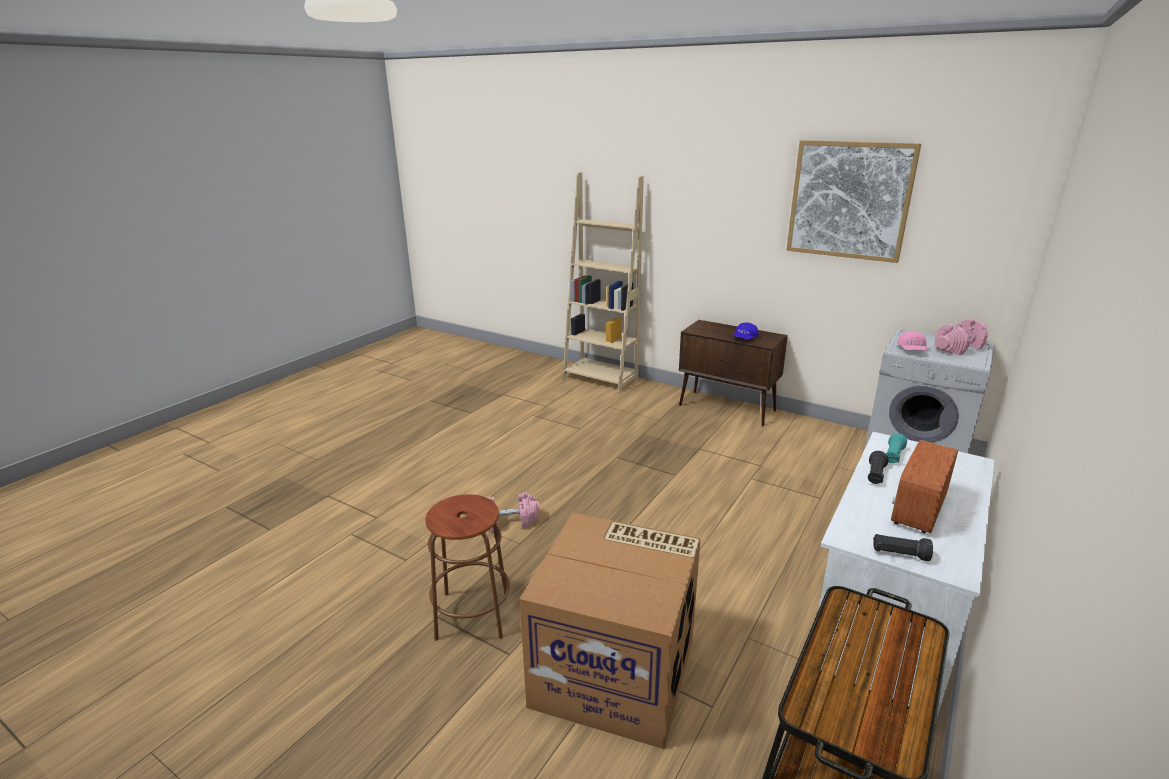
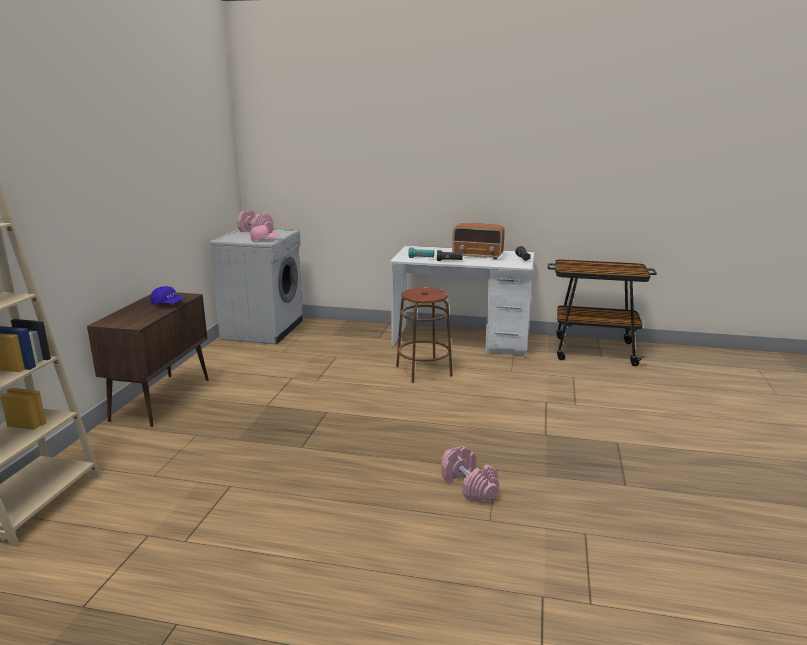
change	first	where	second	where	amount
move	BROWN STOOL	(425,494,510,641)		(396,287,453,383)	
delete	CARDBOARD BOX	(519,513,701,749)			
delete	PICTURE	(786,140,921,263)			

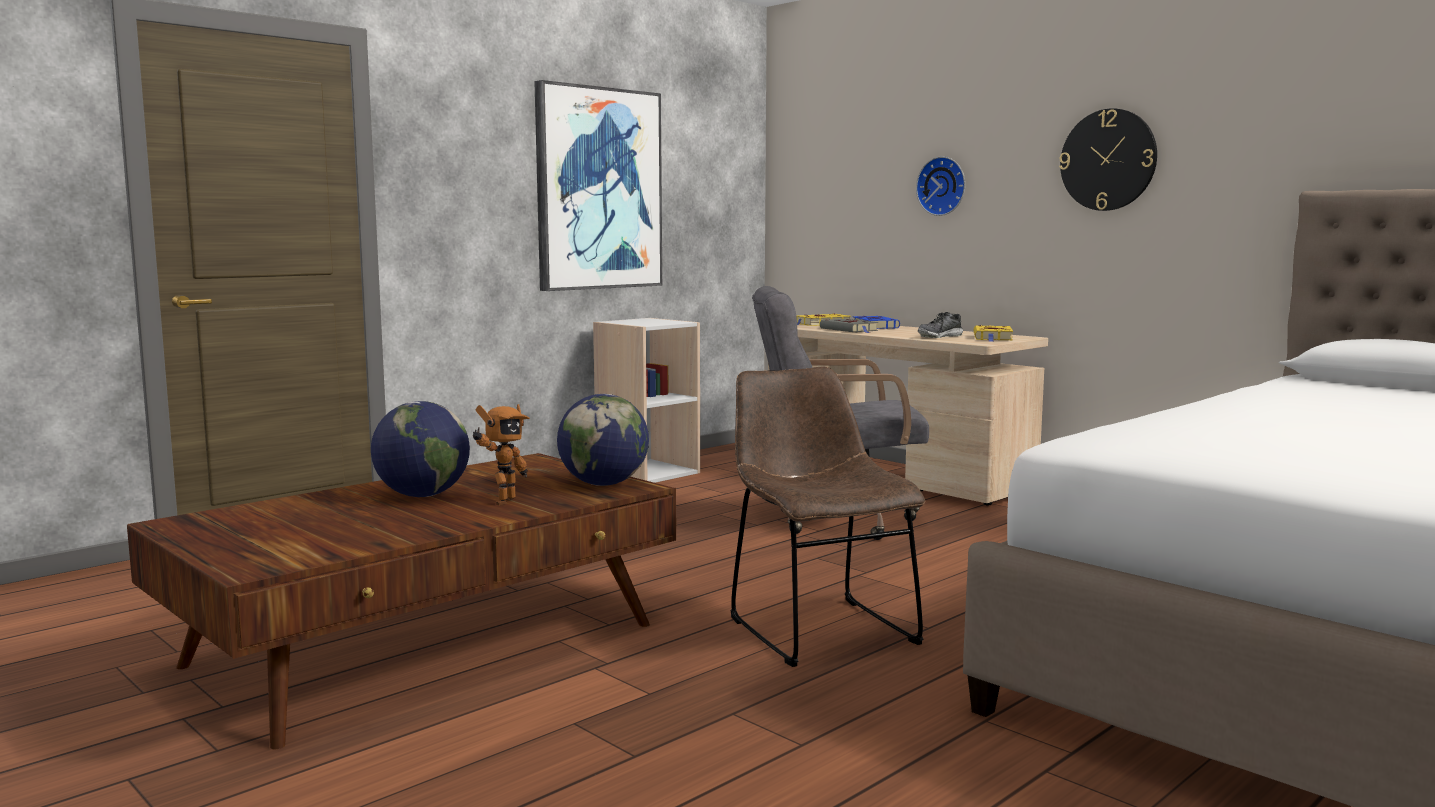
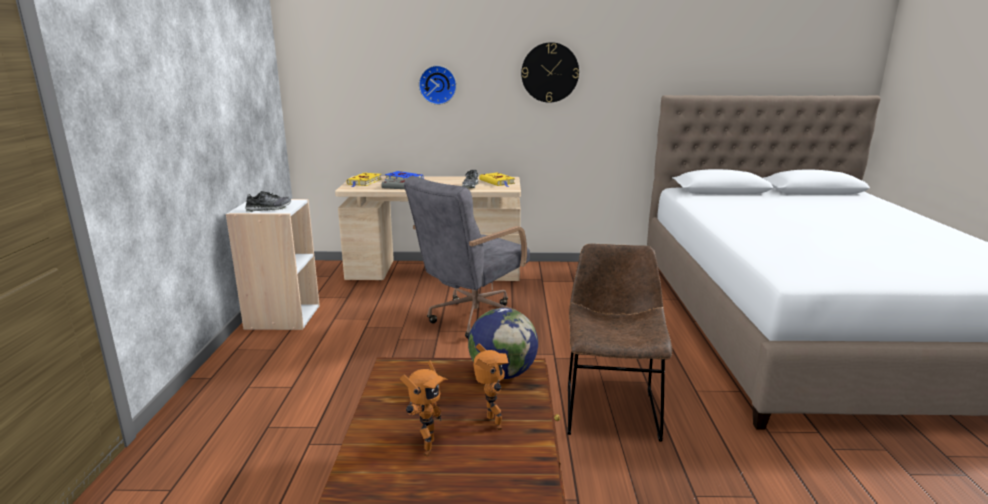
change	first	where	second	where	amount
insert			SHOE	(245,191,291,212)	
replace	GLOBE	(371,401,470,497)	TOY ROBOT	(400,361,448,457)	
rotate	BROWN CHAIR	(730,367,925,667)		(568,244,672,442)	75 degrees clockwise
delete	PICTURE	(534,80,662,291)			

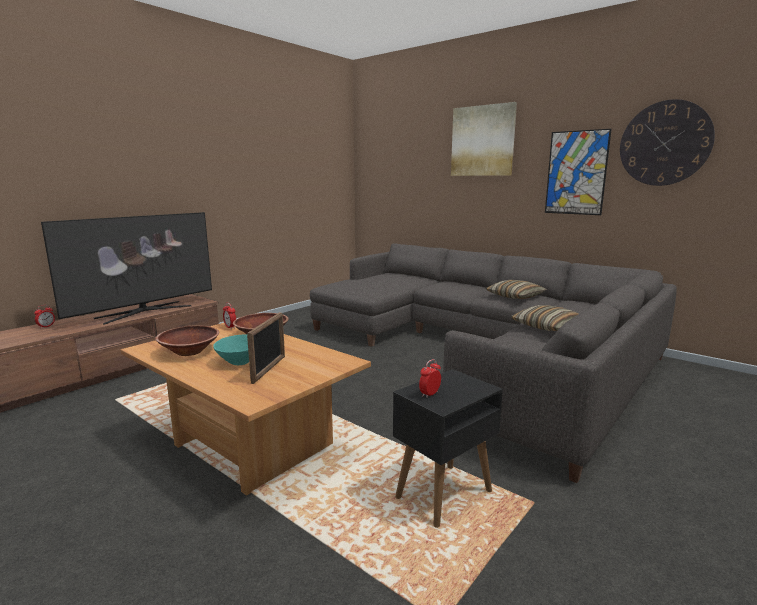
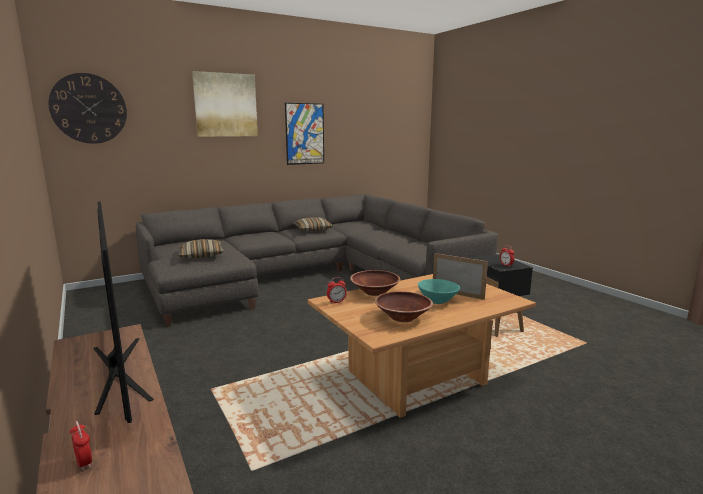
change	first	where	second	where	amount
move	WALL CLOCK	(620,99,715,186)		(48,73,127,144)	
move	PILLOW	(511,305,579,331)		(178,239,224,258)	

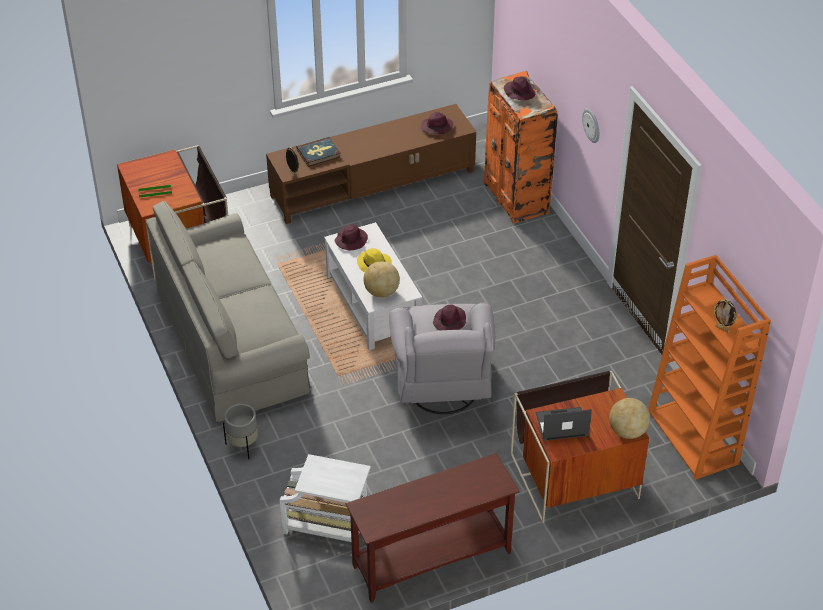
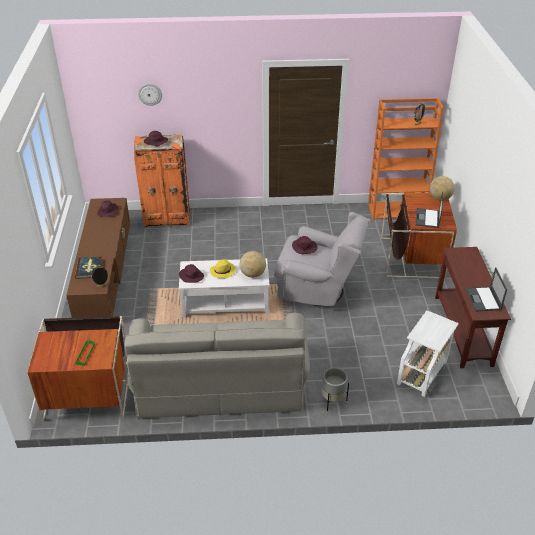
change	first	where	second	where	amount
move	WALL CLOCK	(582,108,599,143)		(138,83,162,106)	
insert			LAPTOP	(465,267,507,312)	

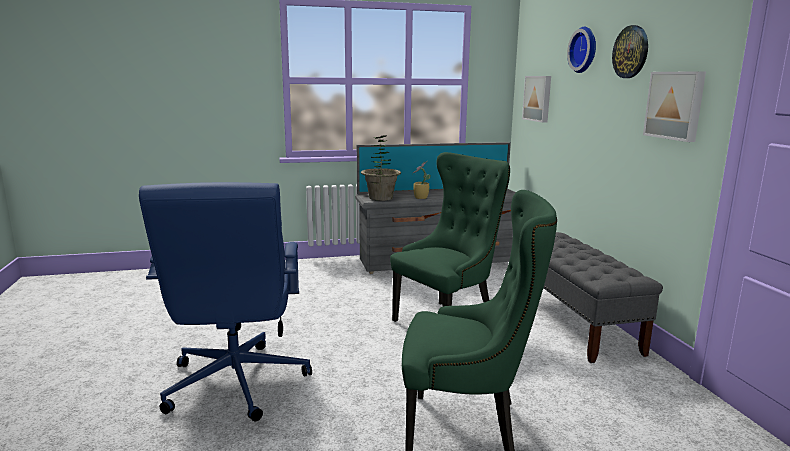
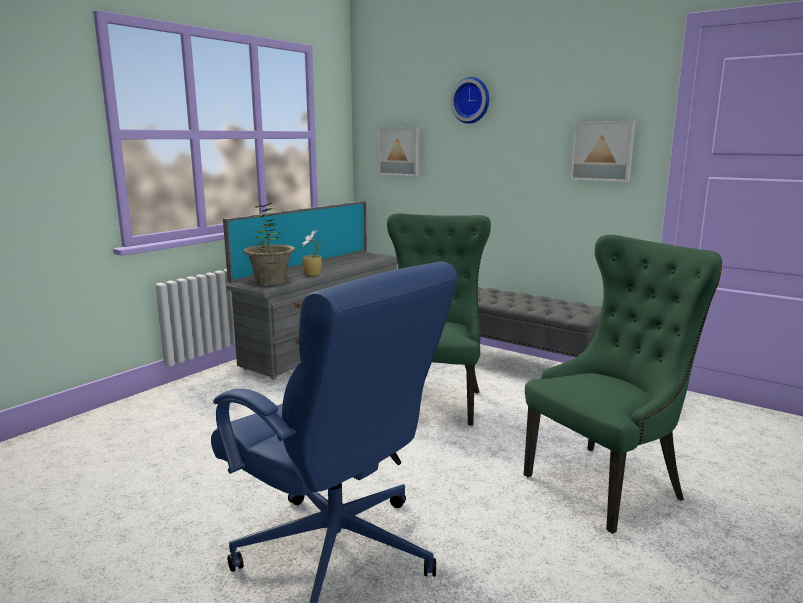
change	first	where	second	where	amount
delete	WALL CLOCK	(612,25,648,78)			

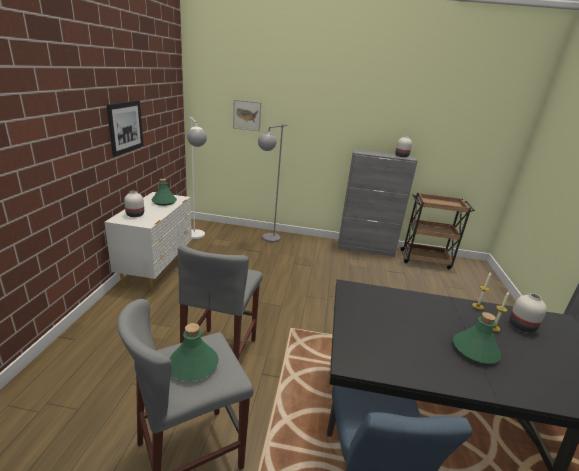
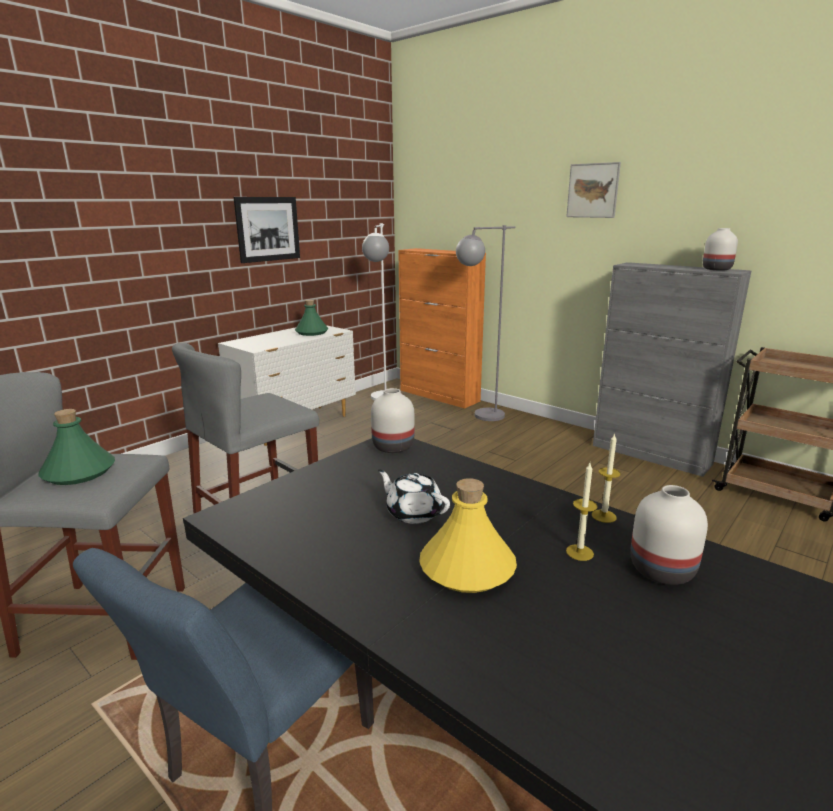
change	first	where	second	where	amount
move	WHITE VASE	(124,191,144,217)		(371,388,414,453)	
insert			WHITE TEAPOT	(378,469,450,524)	
insert			ORANGE CABINET	(398,248,486,408)	
recolor	GREEN BOTTLE	(453,312,501,364)	YELLOW BOTTLE	(419,478,517,593)	
move	PICTURE	(233,100,261,131)		(566,162,621,218)	

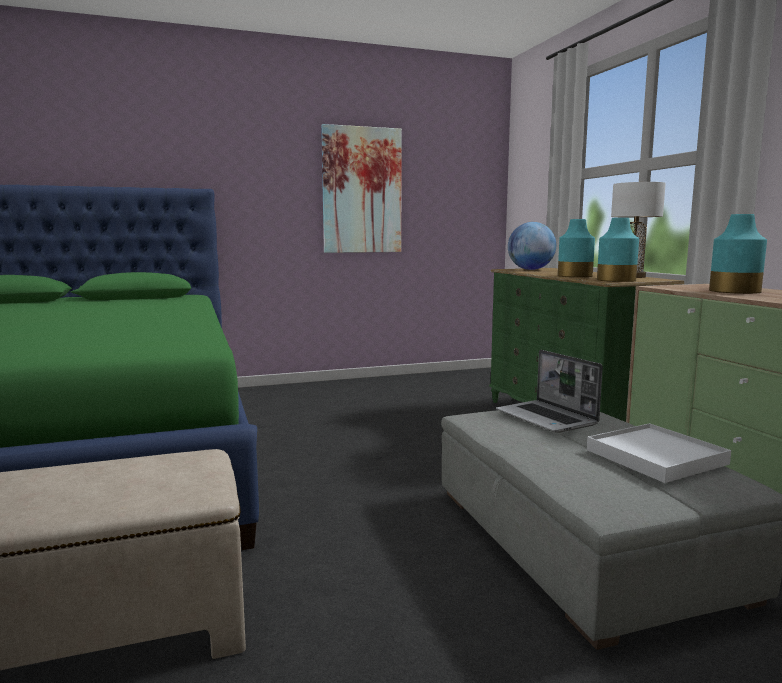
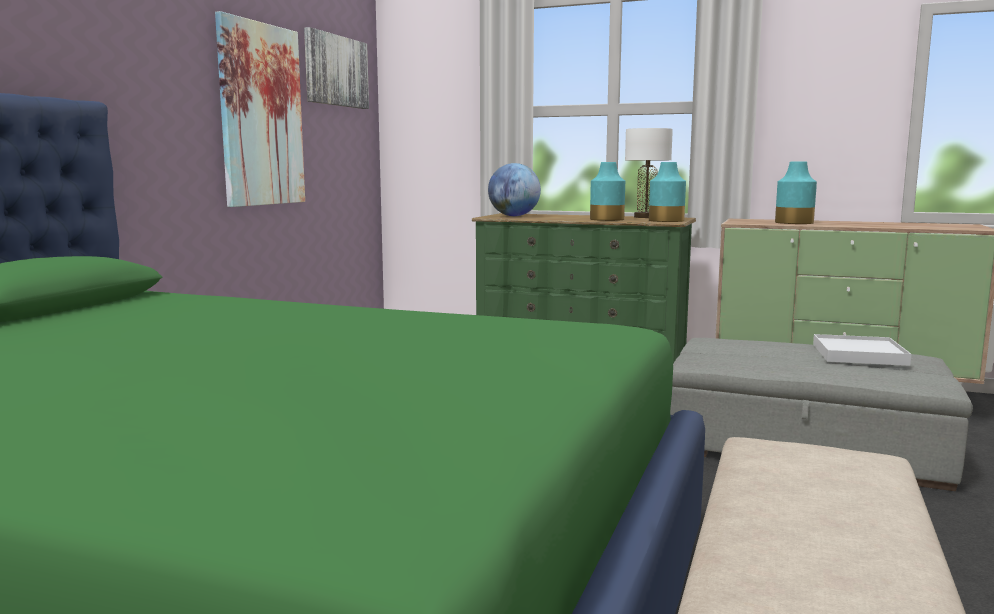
change	first	where	second	where	amount
insert			PICTURE	(304,27,369,109)	
delete	LAPTOP	(496,350,603,433)			

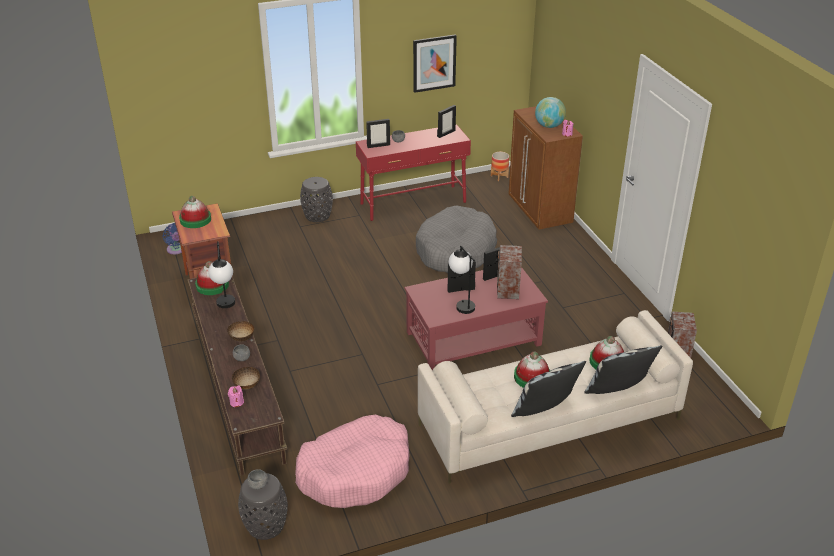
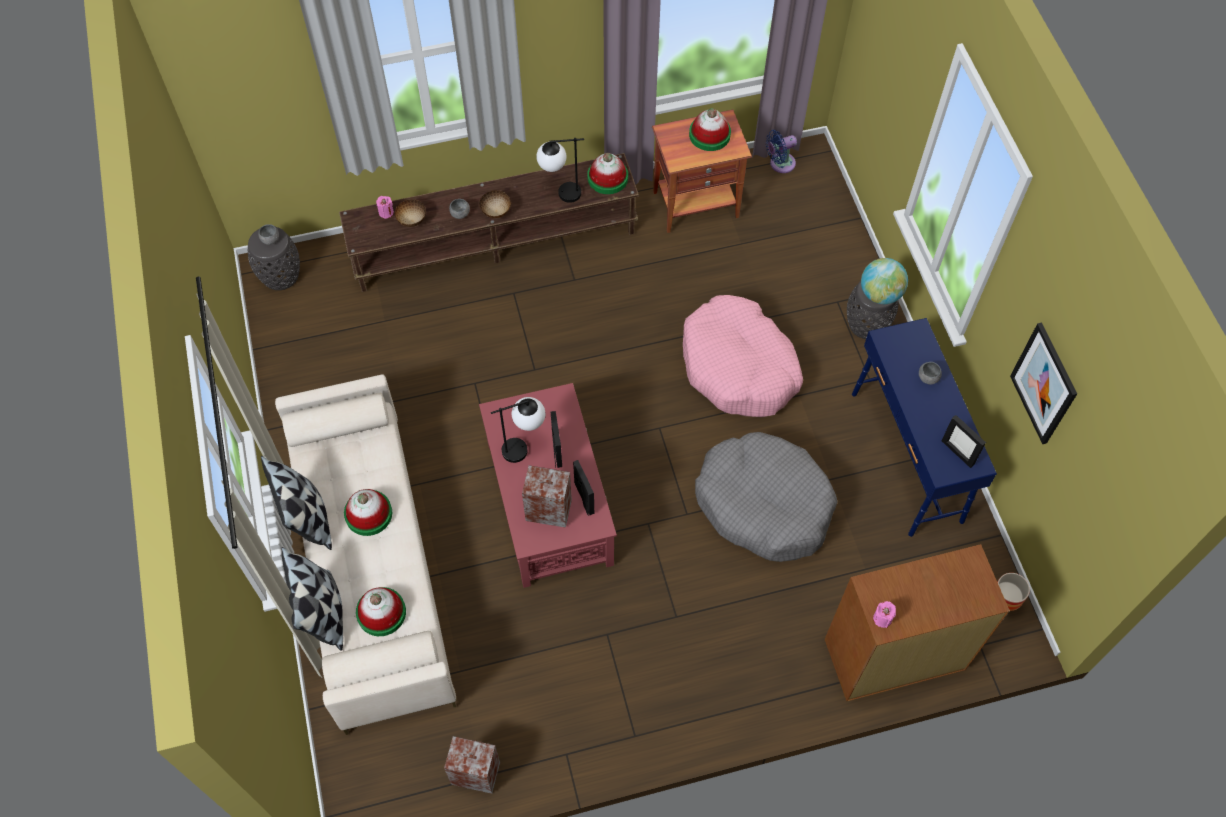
change	first	where	second	where	amount
move	PINK DOG BED	(295,414,410,508)		(683,295,803,417)	
recolor	RED CONSOLE TABLE	(356,124,471,221)	BLUE CONSOLE TABLE	(852,318,997,537)	
move	GLOBE	(535,97,566,128)		(861,258,908,304)	
delete	PICTURE FRAME	(366,119,390,148)			

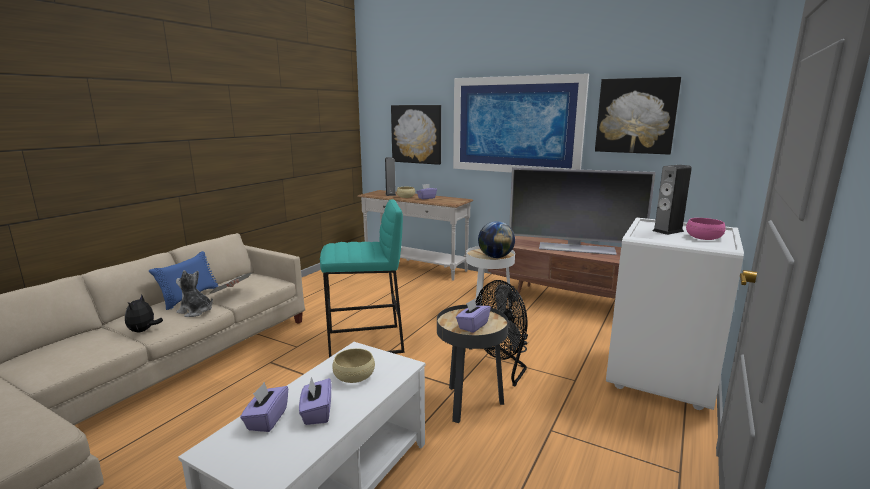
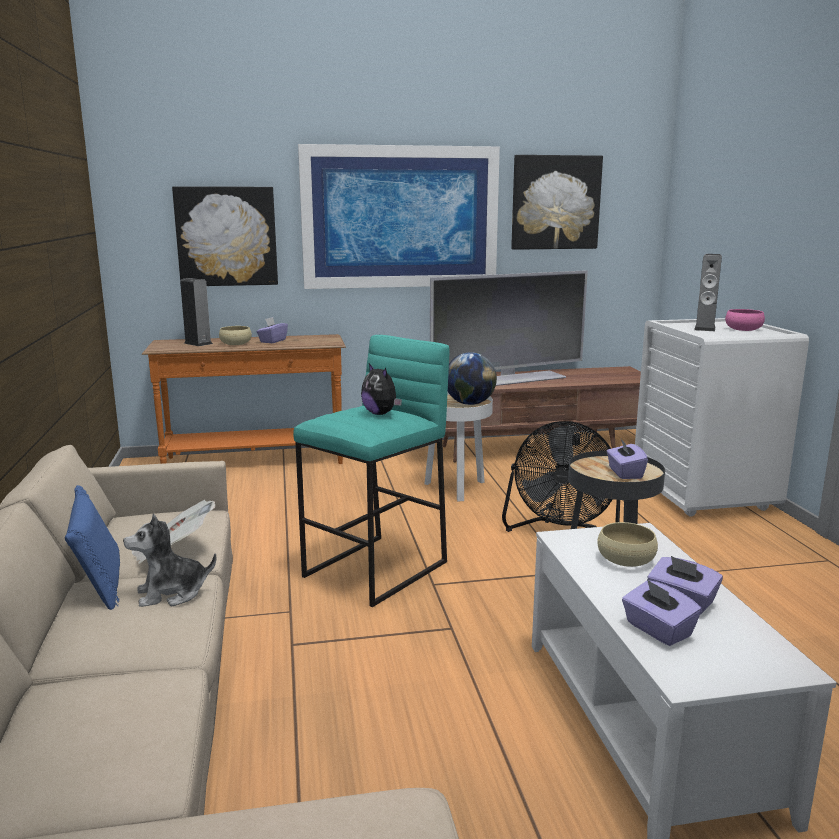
change	first	where	second	where	amount
recolor	WHITE CONSOLE TABLE	(357,190,473,281)	ORANGE CONSOLE TABLE	(142,334,346,464)	
move	PLUSH TOY	(125,295,163,333)		(361,364,402,415)	

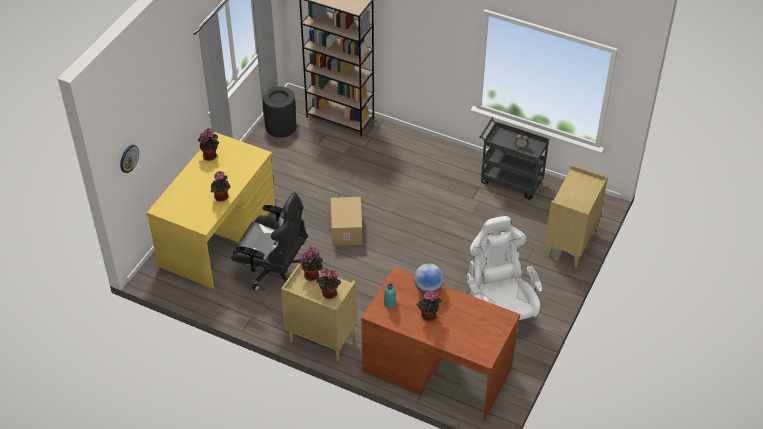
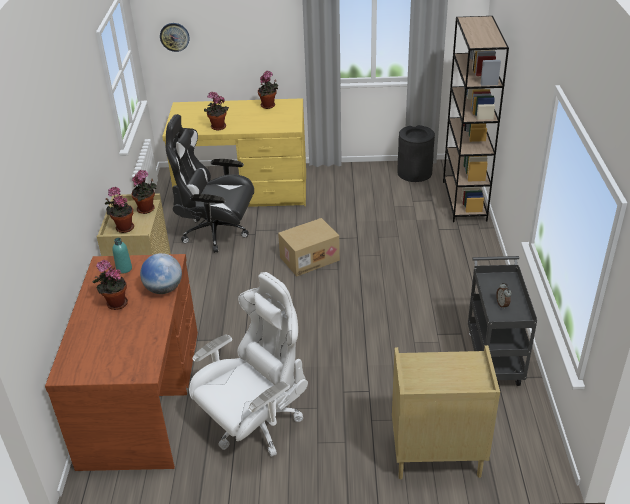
change	first	where	second	where	amount
rotate	BLACK OFFICE CHAIR	(231,192,308,291)		(166,114,254,253)	105 degrees clockwise

